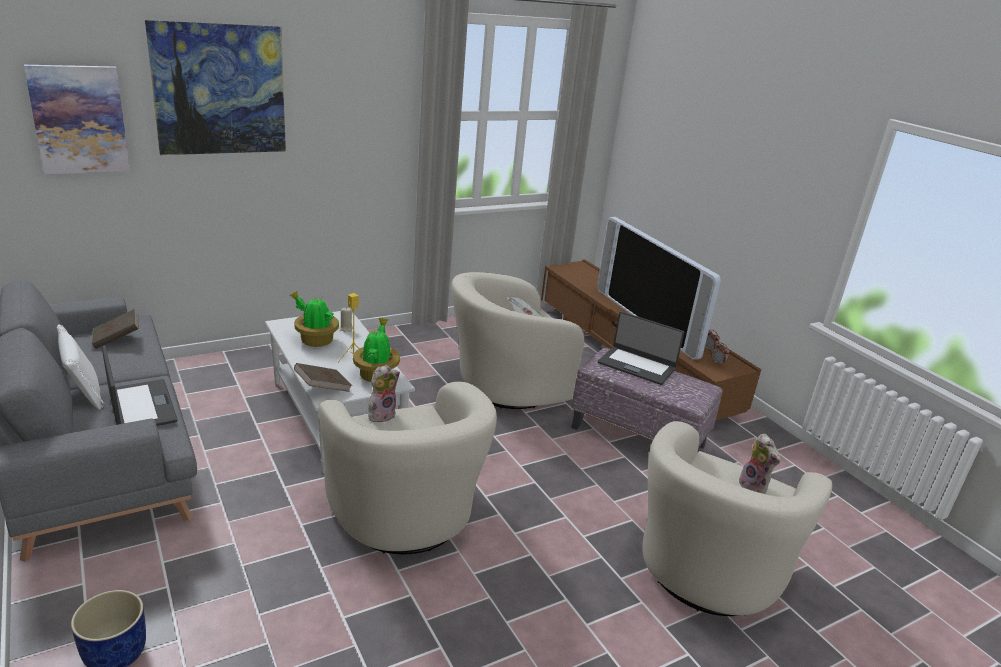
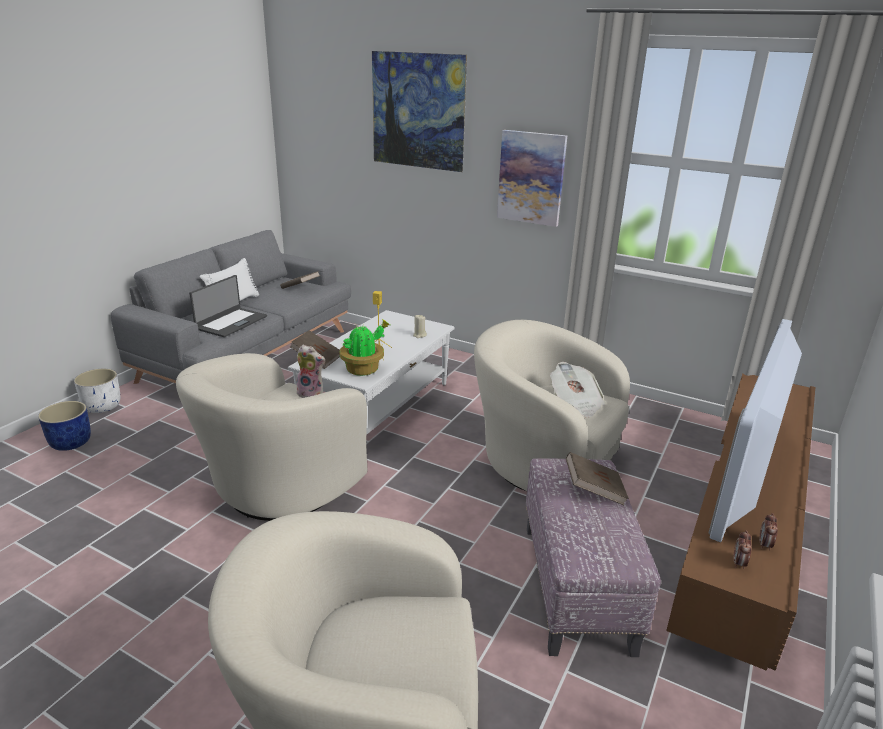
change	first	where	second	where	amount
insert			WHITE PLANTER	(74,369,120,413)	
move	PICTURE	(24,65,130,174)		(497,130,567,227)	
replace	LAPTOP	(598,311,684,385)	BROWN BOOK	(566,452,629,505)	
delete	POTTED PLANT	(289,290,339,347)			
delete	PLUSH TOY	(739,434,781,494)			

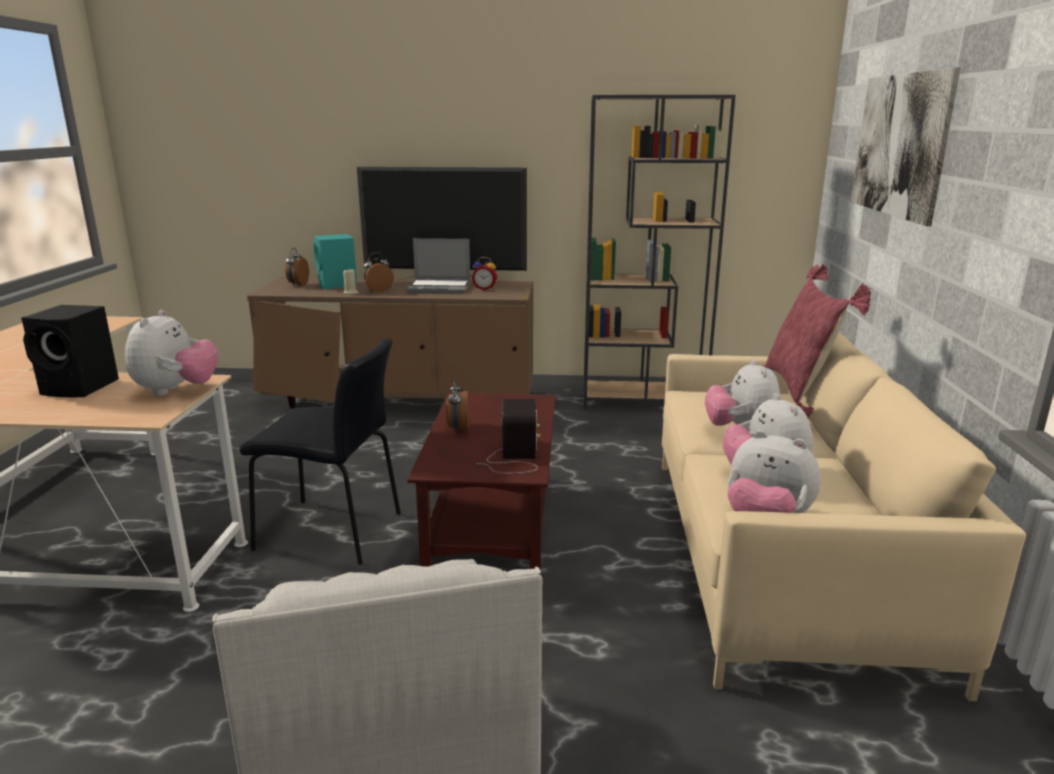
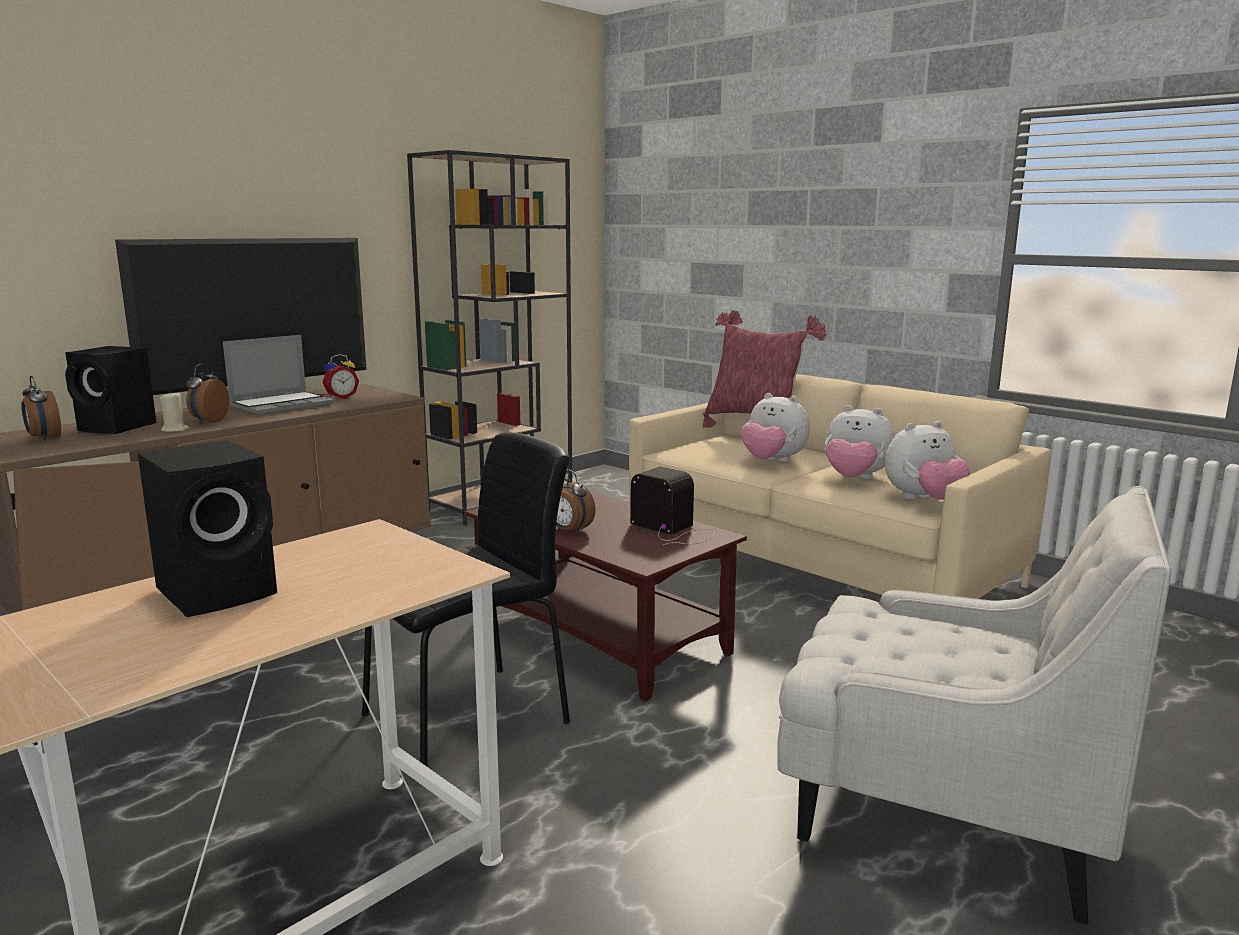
change	first	where	second	where	amount
recolor	TURQUOISE SPEAKER	(313,234,357,289)	BLACK SPEAKER	(65,346,157,434)	
delete	PLUSH TOY	(125,310,218,396)			
delete	PICTURE	(851,67,961,226)			

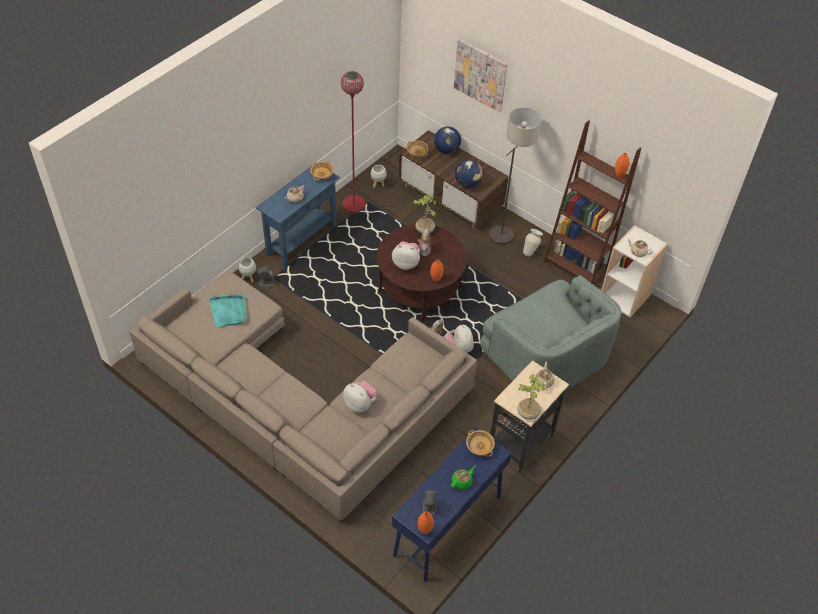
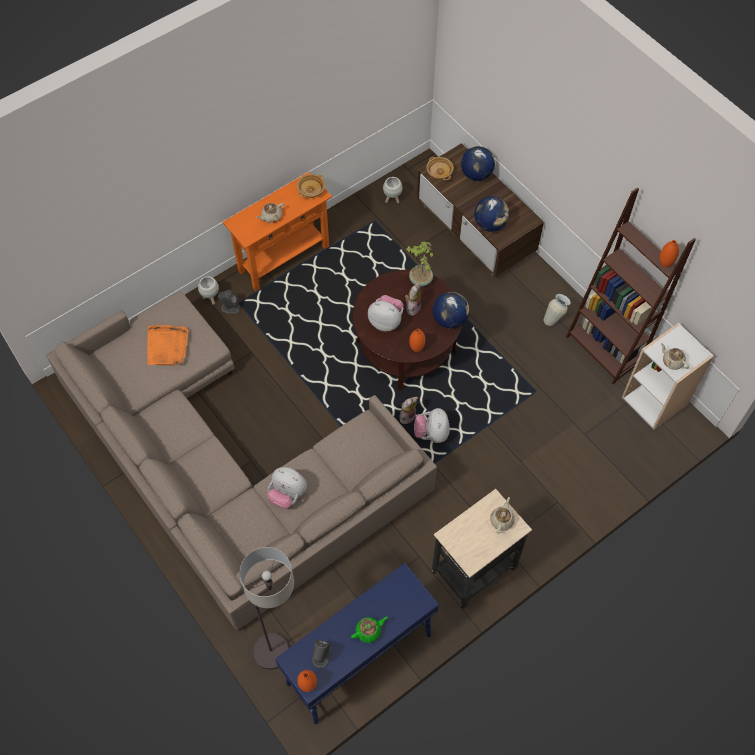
change	first	where	second	where	amount
recolor	TURQUOISE TRAY	(209,294,247,327)	ORANGE TRAY	(147,325,189,365)	
recolor	BLUE CONSOLE TABLE	(256,162,340,267)	ORANGE CONSOLE TABLE	(223,172,332,291)	
move	GREY FLOOR LAMP	(489,108,542,245)		(238,547,294,670)	
rotate	PLUSH TOY	(343,381,378,413)		(267,467,307,509)	150 degrees clockwise
insert			GLOBE	(432,292,470,329)	
delete	RED FLOOR LAMP	(341,71,365,213)			
delete	PICTURE	(454,39,508,113)			
delete	BEIGE BOWL	(466,430,495,457)			
delete	GREY ARMCHAIR	(480,275,621,390)			
delete	POTTED PLANT	(517,374,552,420)			

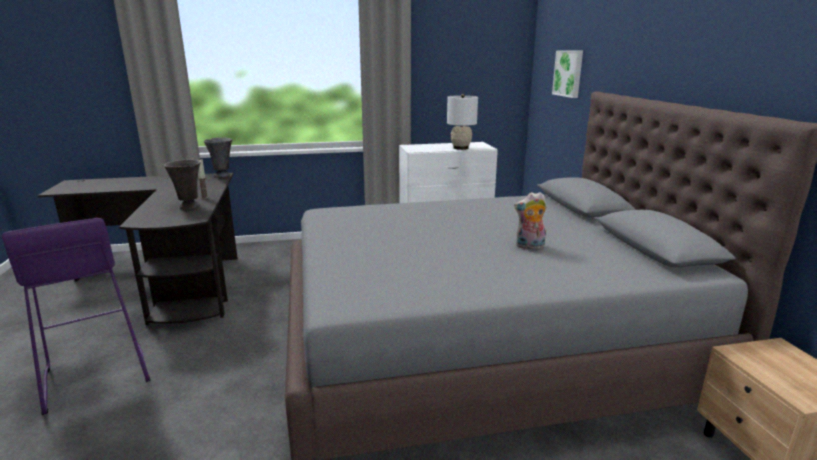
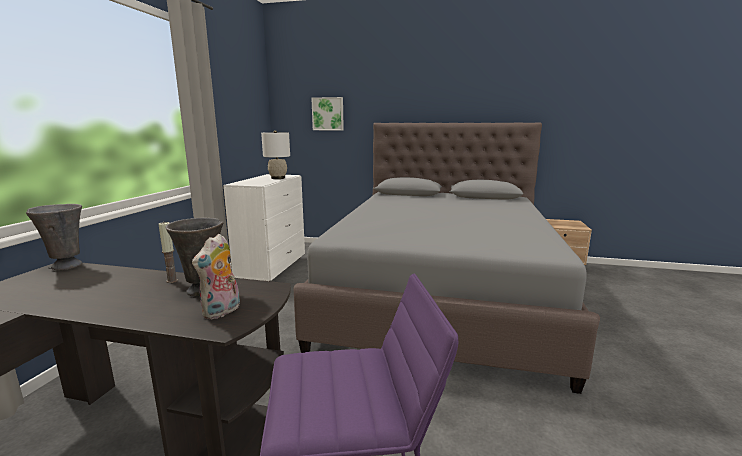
change	first	where	second	where	amount
move	PLUSH TOY	(514,192,547,249)		(192,234,240,320)	

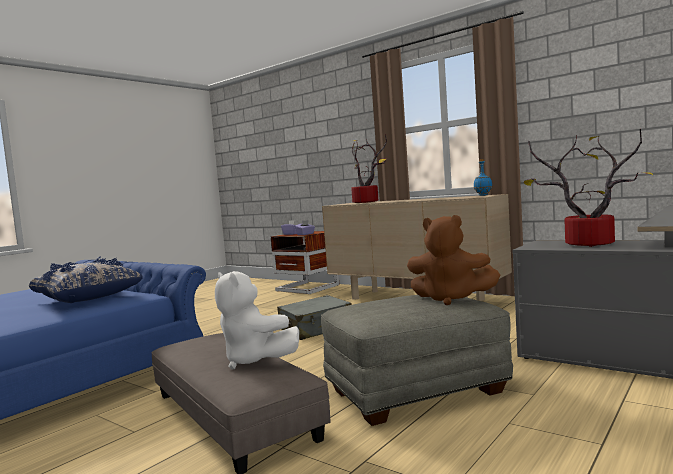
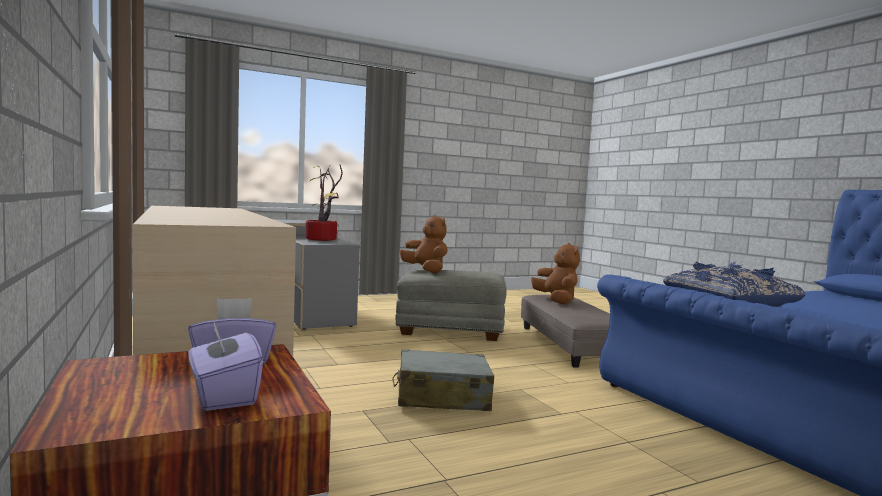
change	first	where	second	where	amount
recolor	WHITE PLUSH TOY	(215,271,299,370)	BROWN PLUSH TOY	(531,243,580,304)	
delete	POTTED PLANT	(351,134,387,203)			
delete	BLUE BOTTLE	(474,159,492,196)			

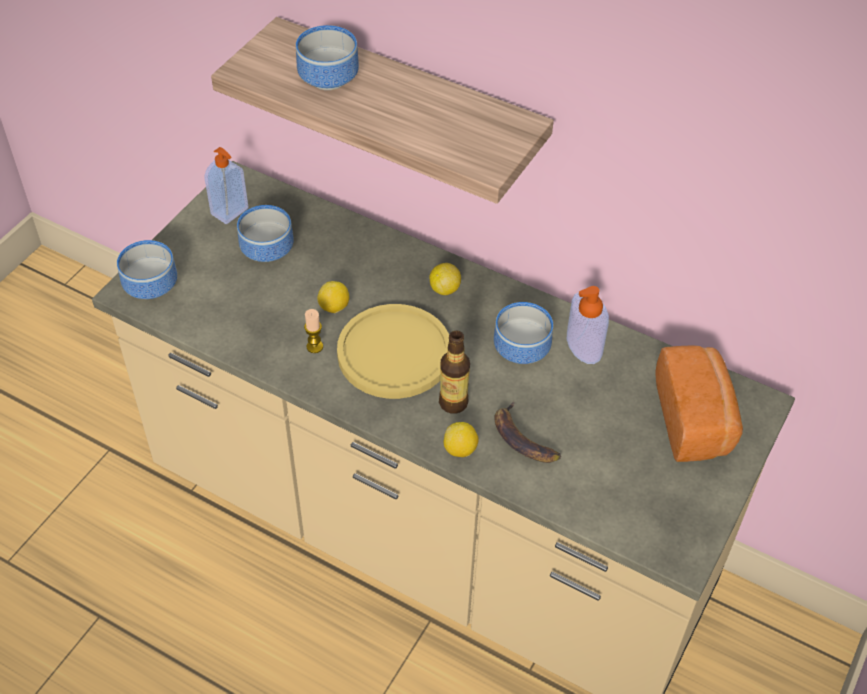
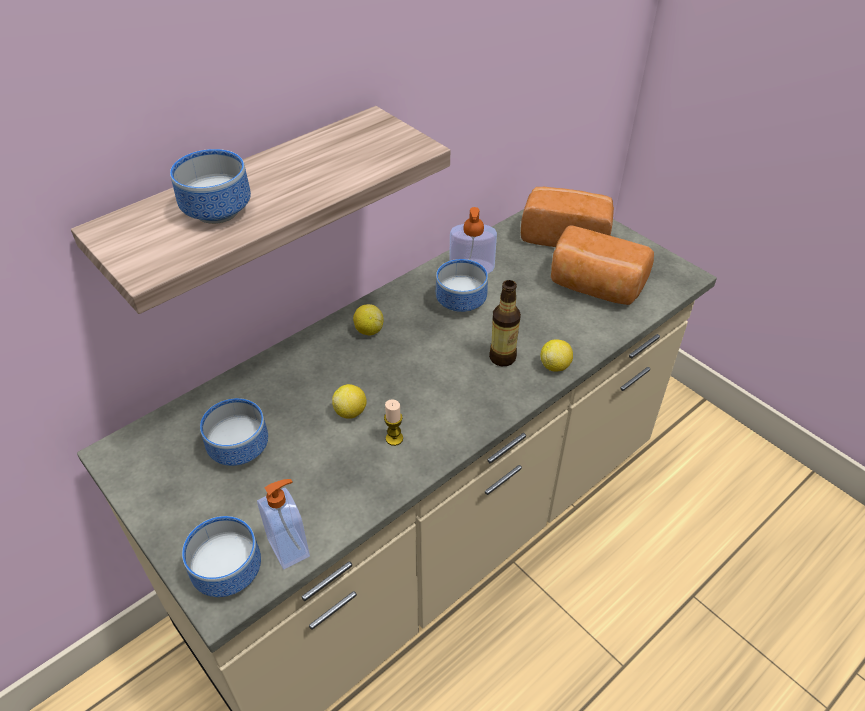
change	first	where	second	where	amount
move	SOAP DISPENSER	(204,147,249,224)		(257,479,310,569)	
insert			BREAD	(551,225,654,305)	
delete	YELLOW PLATE	(337,304,449,399)			
delete	BANANA	(494,401,561,463)			

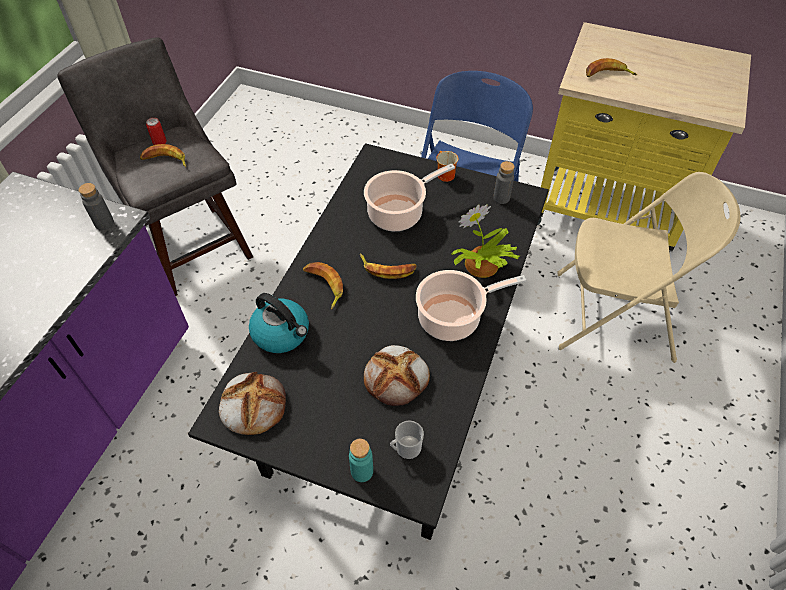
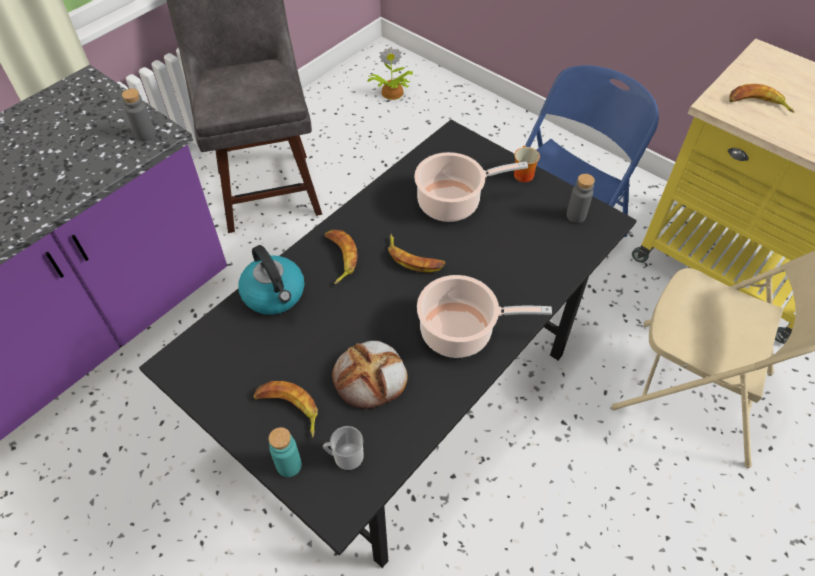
change	first	where	second	where	amount
move	BANANA	(140,144,186,167)		(253,381,318,438)	
move	POTTED PLANT	(451,204,520,278)		(367,47,413,100)	
delete	CAN	(146,118,166,145)			
delete	BREAD	(219,372,286,435)			

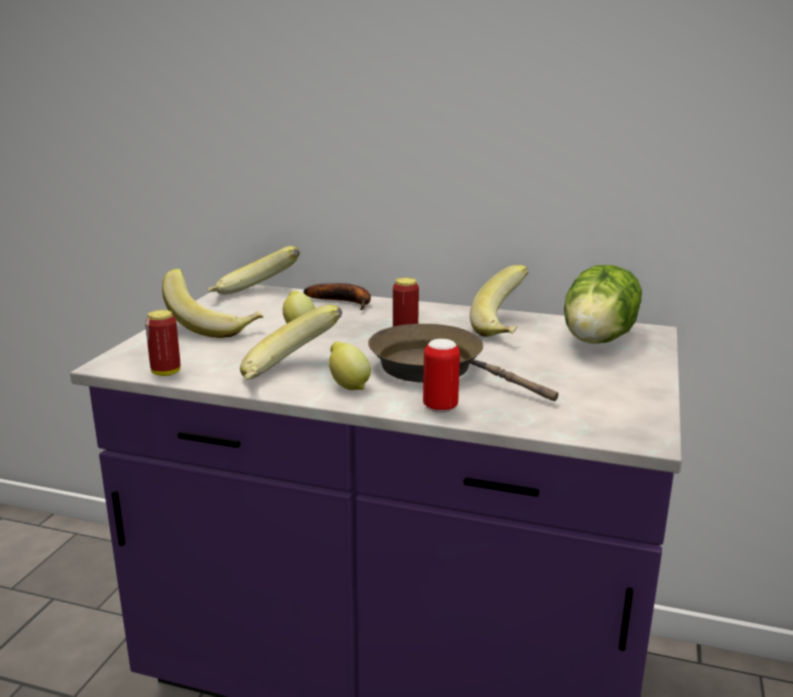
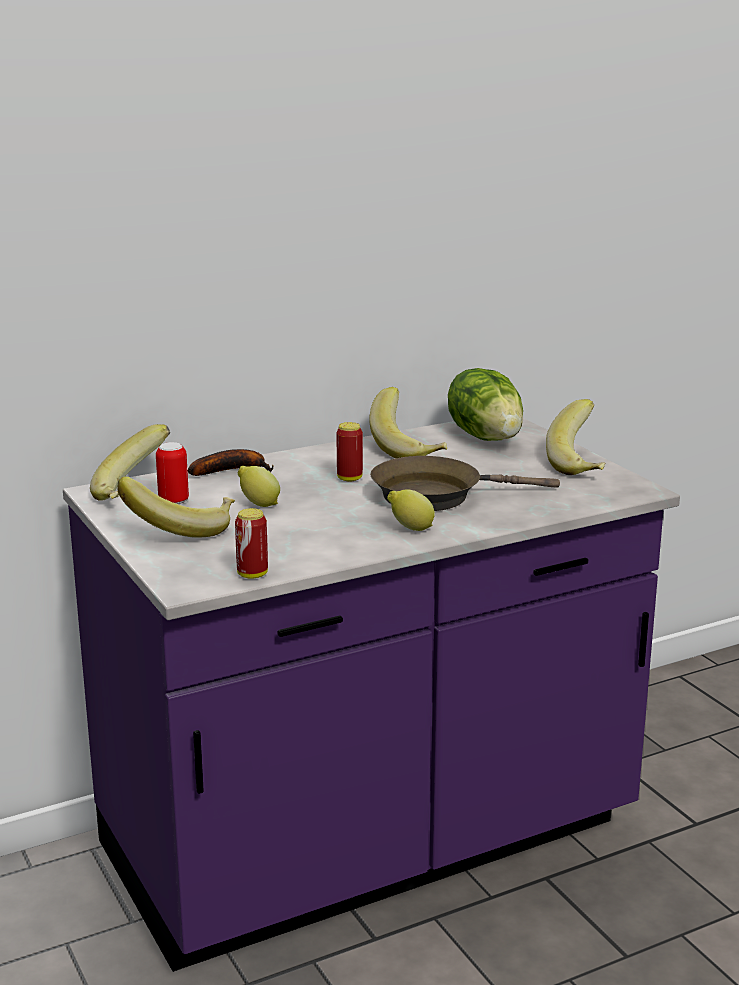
change	first	where	second	where	amount
move	CAN	(423,339,460,412)		(156,442,189,504)	
move	BANANA	(240,305,342,380)		(546,399,605,475)	

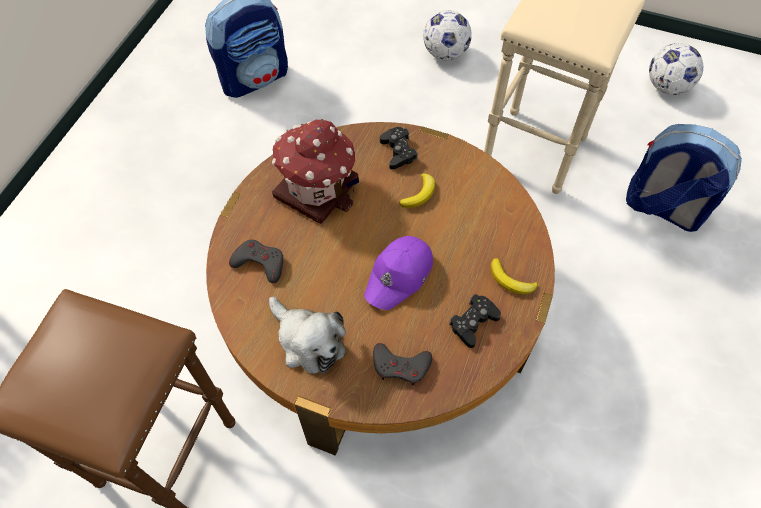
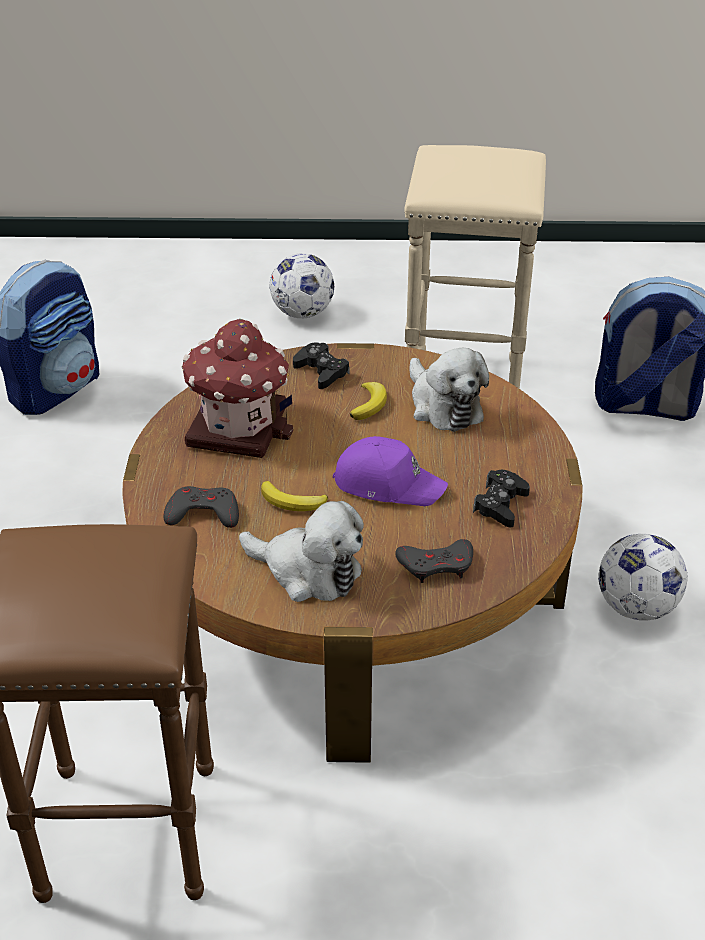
change	first	where	second	where	amount
move	BANANA	(491,258,538,294)		(261,481,328,511)	
rotate	PURPLE CAP	(364,236,433,310)		(333,436,448,506)	90 degrees counterclockwise
insert			PLUSH TOY	(409,348,489,432)	
move	FOOTBALL	(649,43,703,95)		(598,534,688,621)	

